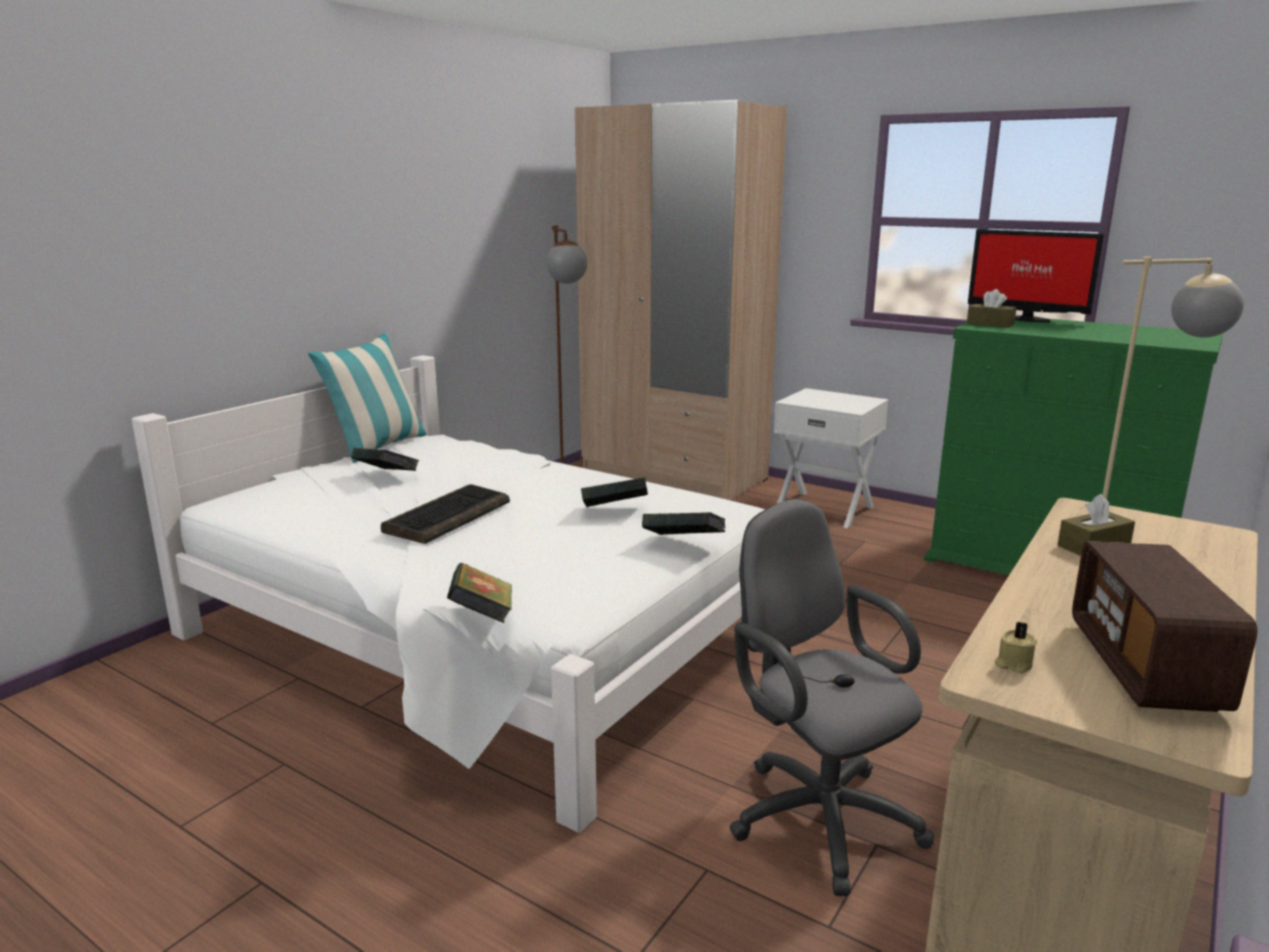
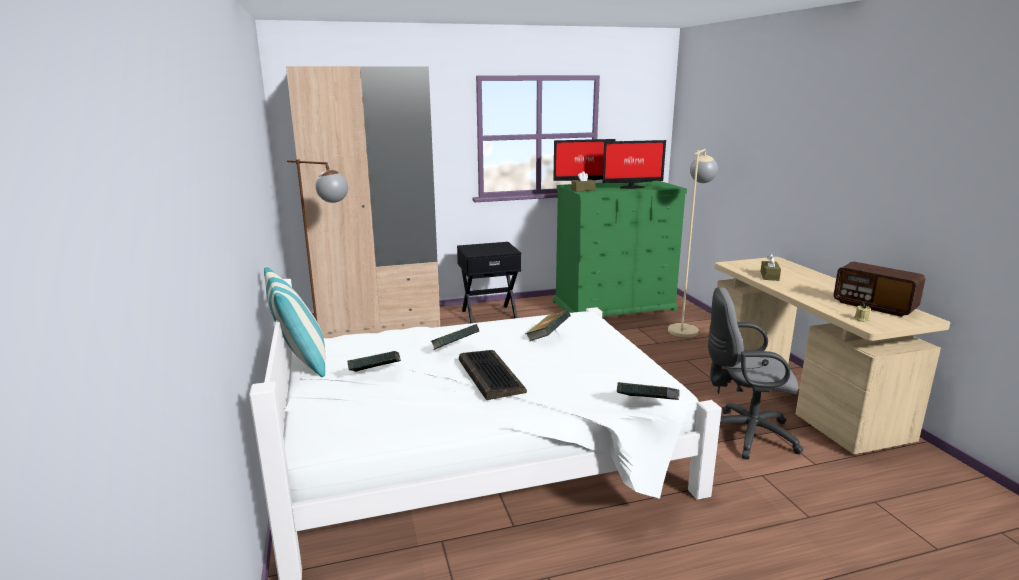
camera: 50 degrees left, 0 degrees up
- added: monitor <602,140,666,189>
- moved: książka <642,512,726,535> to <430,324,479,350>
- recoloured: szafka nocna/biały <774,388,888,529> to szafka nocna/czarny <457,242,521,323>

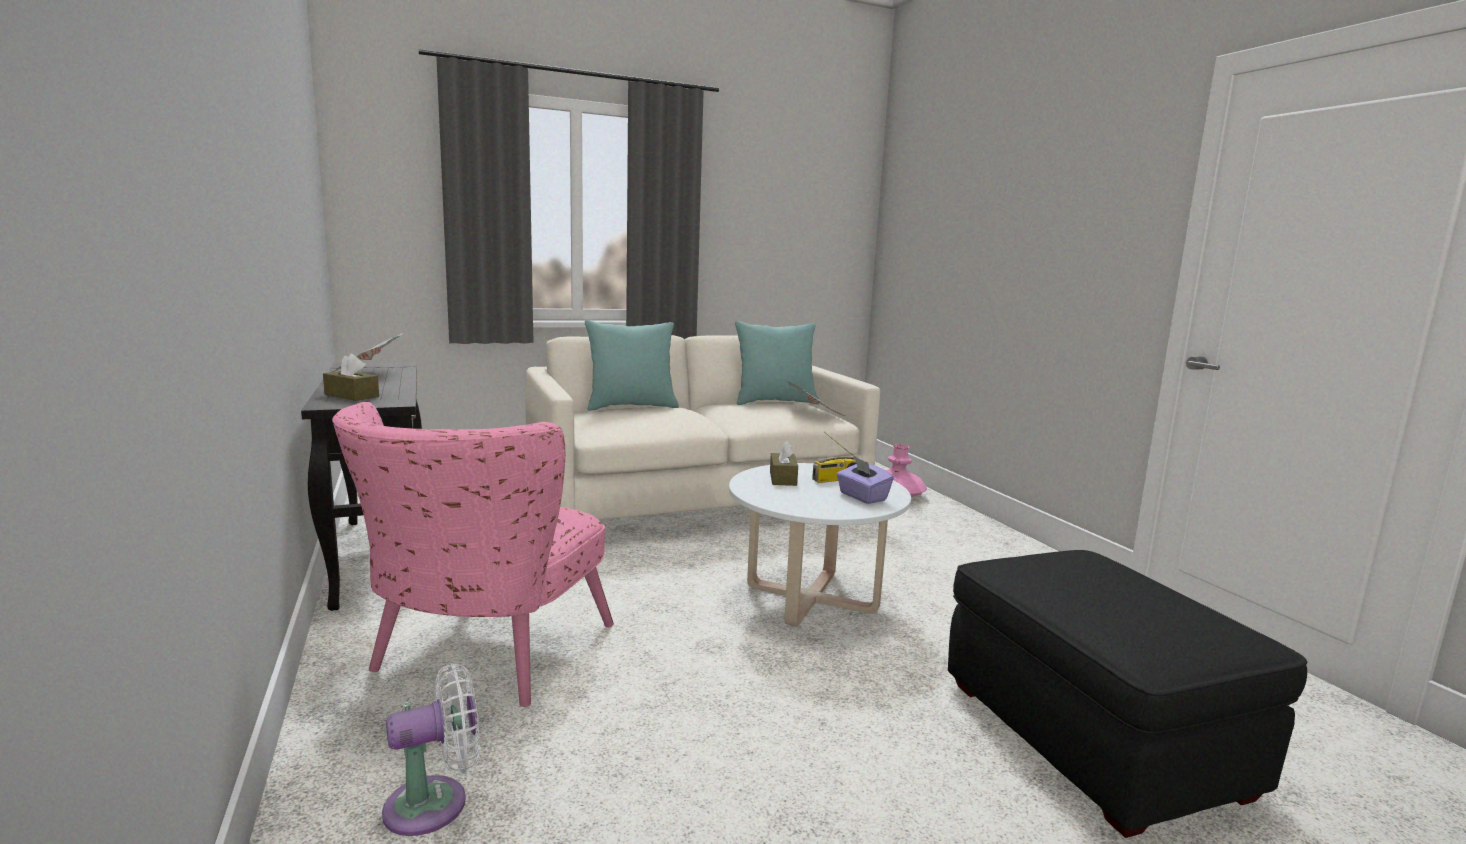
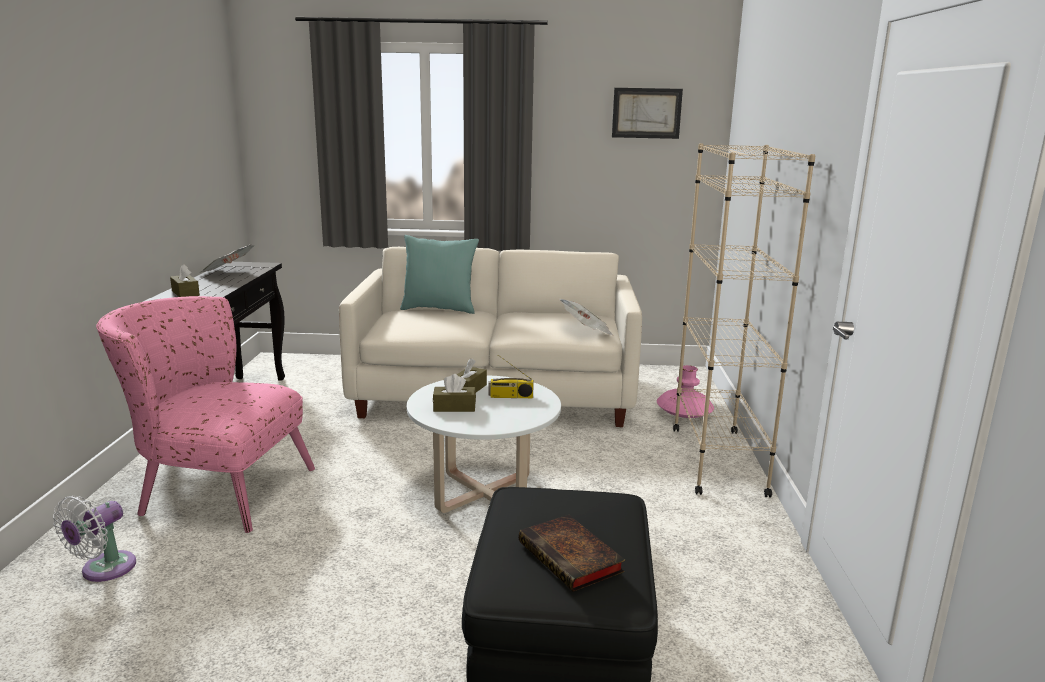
camera: 25 degrees right, 5 degrees up
- removed: poduszka/turkusowy <735,321,819,405>
- removed: pudełko chusteczek/fioletowy <836,457,894,504>
- added: pudełko chusteczek/brązowy <433,374,476,412>
- added: książka <519,515,625,592>
- added: obraz <612,88,683,139>
- added: regał/beżowy <673,143,816,497>
- turned: fotel/różowy <332,402,614,707> = <96,296,315,533> 60 degrees clockwise
- turned: wentylator/biały <382,663,480,836> = <53,496,136,582> 120 degrees clockwise

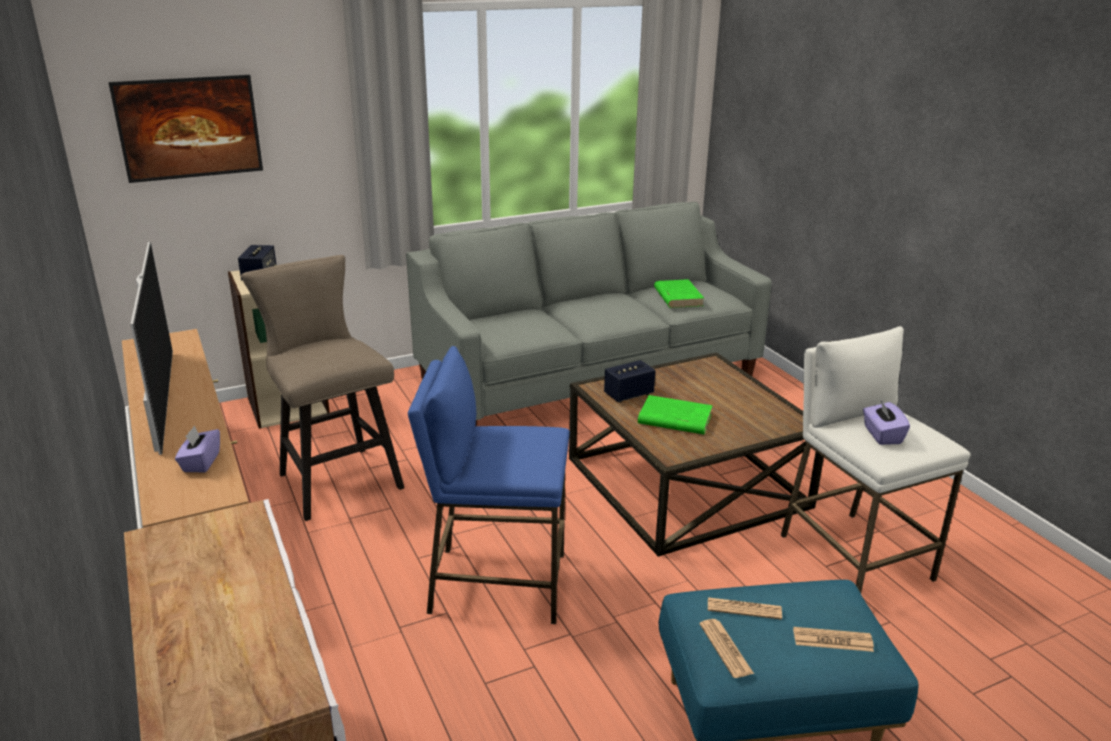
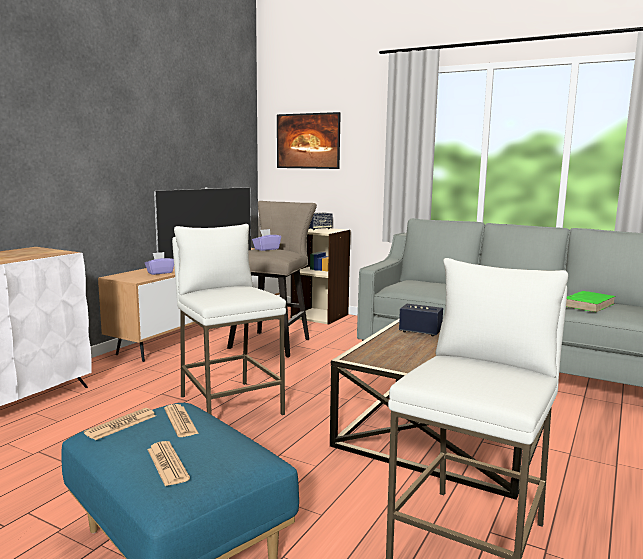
camera: 55 degrees right, 15 degrees down
- removed: książka/zielony <638,395,713,435>
- moved: pudełko chusteczek/fioletowy <863,401,910,445> to <252,229,281,251>
- recoloured: stołek/niebieski <408,346,570,624> to stołek/biały <172,224,286,415>

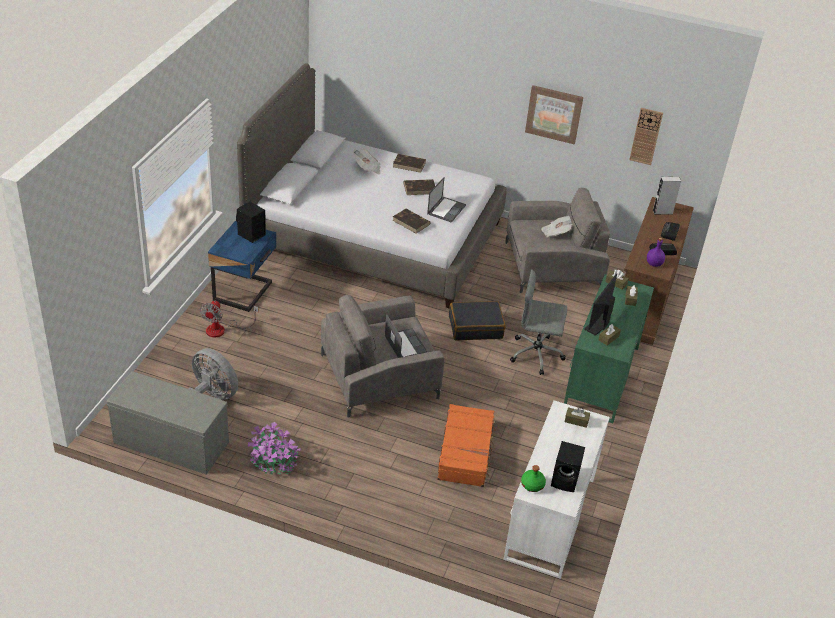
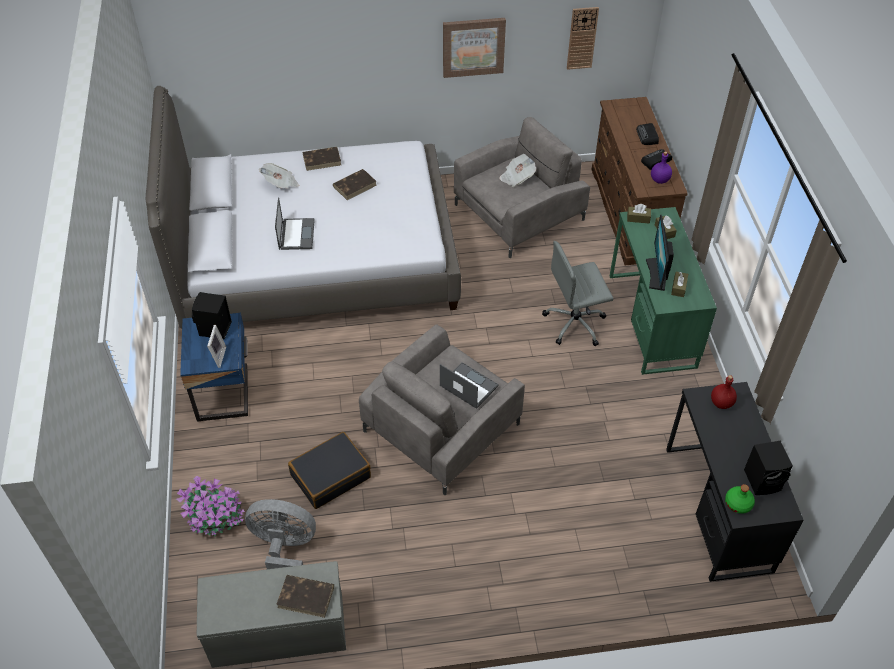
camera: 25 degrees left, 10 degrees up
- removed: wentylator <200,300,258,337>
- removed: walizka/pomarańczowy <437,404,496,487>
- removed: głośnik/szary <653,177,681,215>
- added: ramka na zdjęcie <207,325,226,368>
- moved: roślina doniczkowa <248,422,301,475> to <176,476,245,536>
- moved: książka/brązowy <392,209,430,234> to <276,575,334,618>
- moved: laptop <427,177,466,223> to <275,197,315,250>
- moved: walizka/czarny <449,301,506,340> to <288,432,371,509>
- replaced: pudełko chusteczek/brązowy <565,407,590,428> to butelka/czerwony <711,375,737,409>
- recoloured: biurko/biały <503,400,610,579> to biurko/czarny <666,382,803,582>

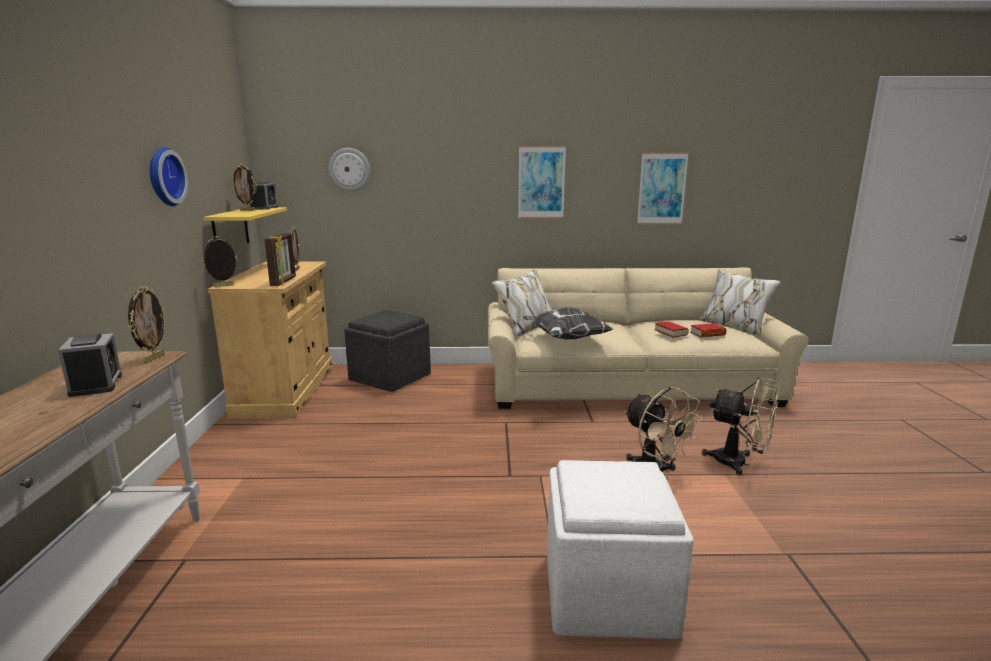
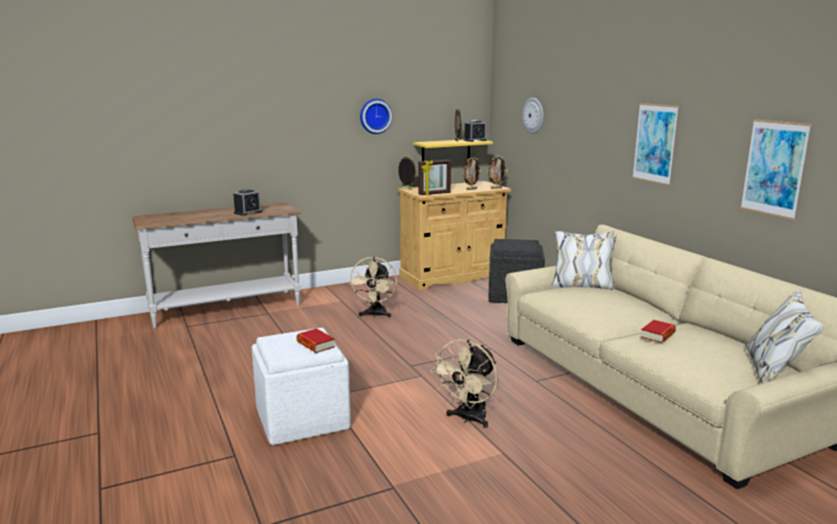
camera: 65 degrees right, 0 degrees up
- removed: poduszka <523,307,613,340>
- moved: ramka na zdjęcie <128,286,167,363> to <487,155,508,189>
- moved: książka <691,323,727,337> to <297,328,335,353>
- moved: wentylator/beżowy <702,377,779,476> to <349,257,397,318>

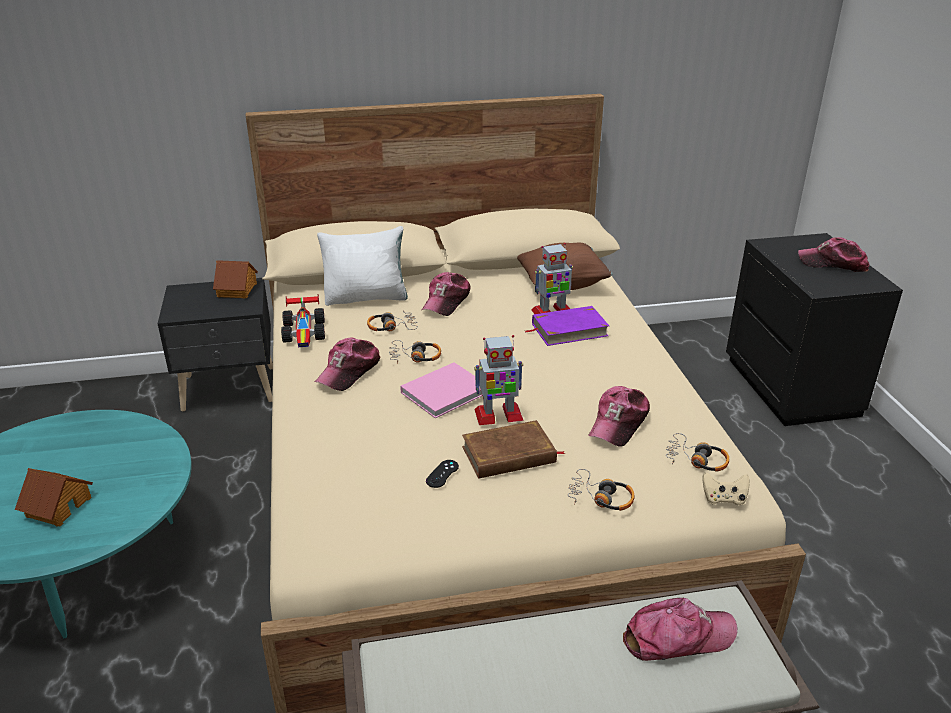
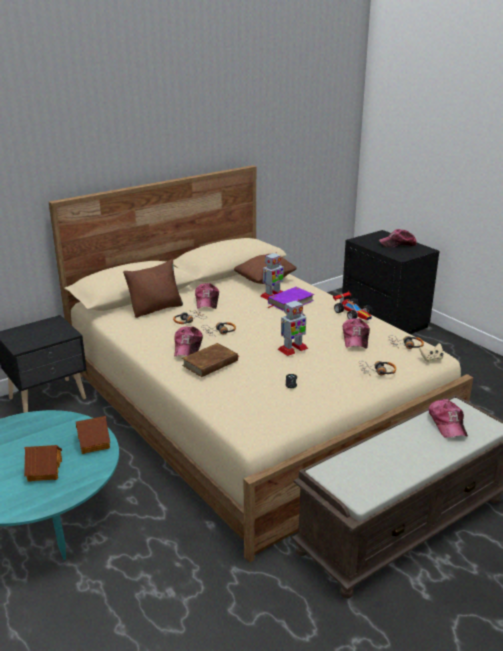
camera: 25 degrees left, 5 degrees down
- removed: książka/różowy <400,363,482,418>
- moved: domek <213,260,258,299> to <76,416,110,454>
- moved: samochodzik <281,294,325,347> to <333,291,372,320>
- moved: książka/brązowy <462,420,565,479> to <182,343,239,377>
- recoloured: poduszka/biały <317,226,408,306> to poduszka/brązowy <123,259,183,318>
- turned: czapka z daszkiem <623,598,738,661> = <429,399,468,438> 120 degrees clockwise

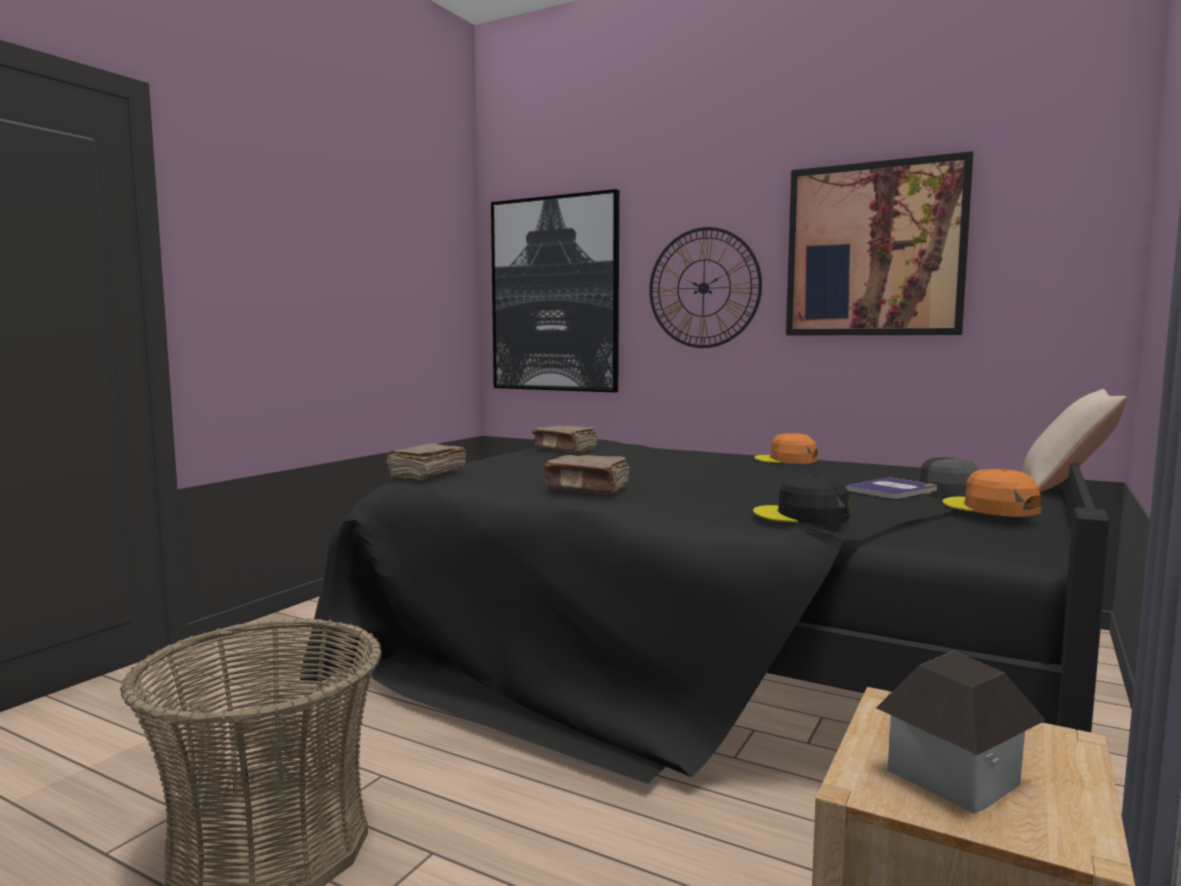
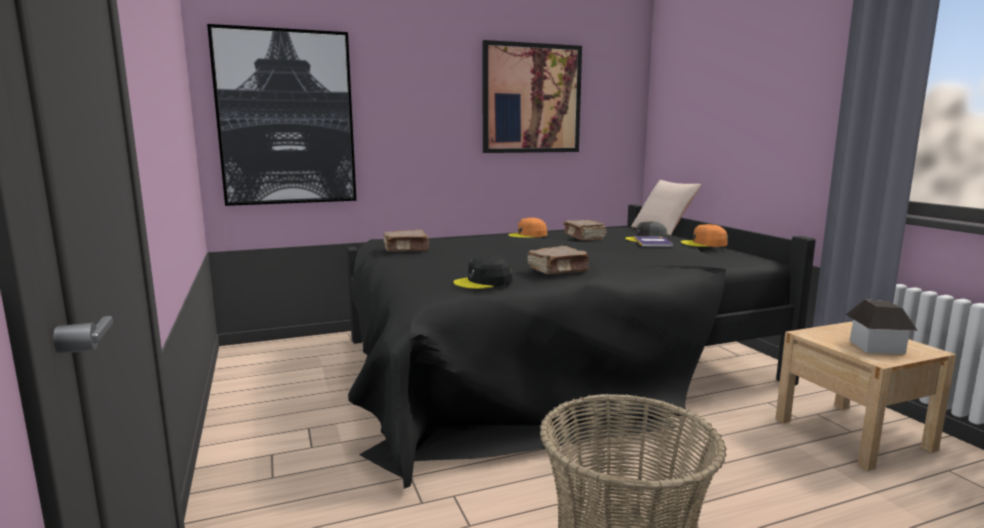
camera: 50 degrees left, 5 degrees up
- removed: zegar ścienny <649,227,762,348>
- moved: książka/brązowy <386,443,466,480> to <563,220,607,241>
- moved: czapka z daszkiem/czarny <753,474,850,524> to <453,255,513,289>

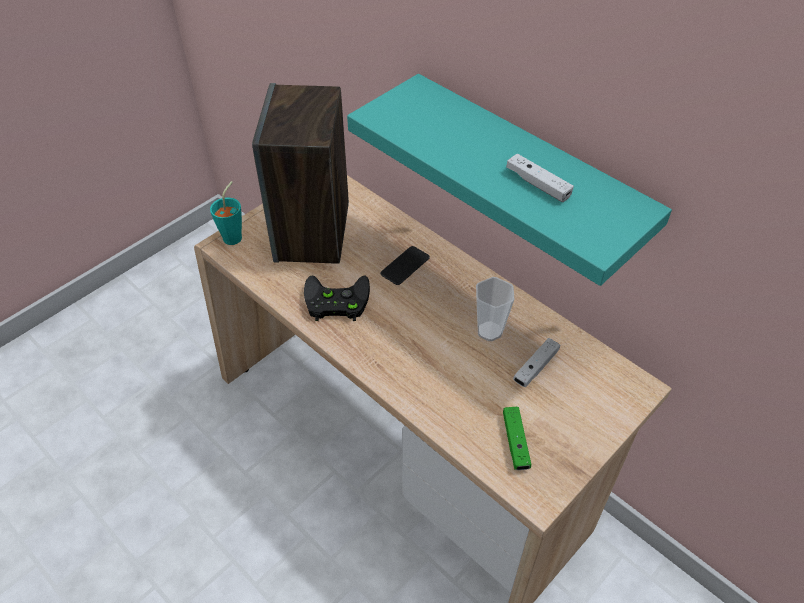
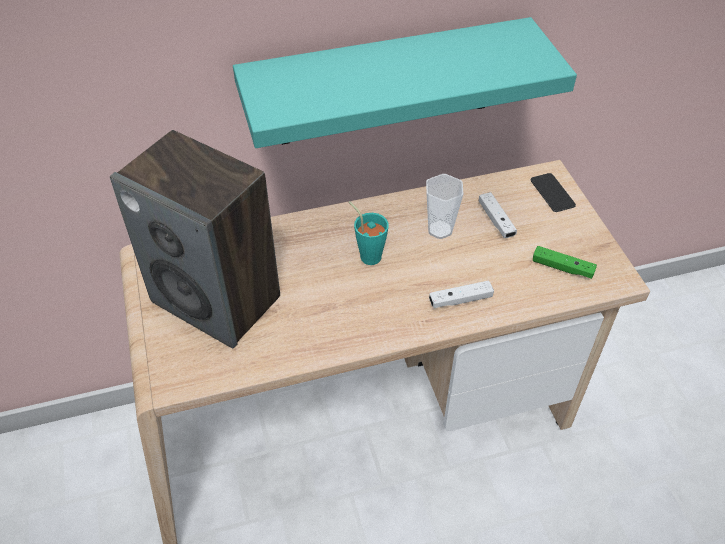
camera: 60 degrees left, 0 degrees up
- removed: pad do gier/czarny <304,276,370,321>
- moved: filiżanka/turkusowy <210,181,242,245> to <349,201,389,265>
- moved: telefon <380,246,430,285> to <530,173,576,212>
- moved: pad do gier/biały <506,154,574,202> to <429,280,494,308>

